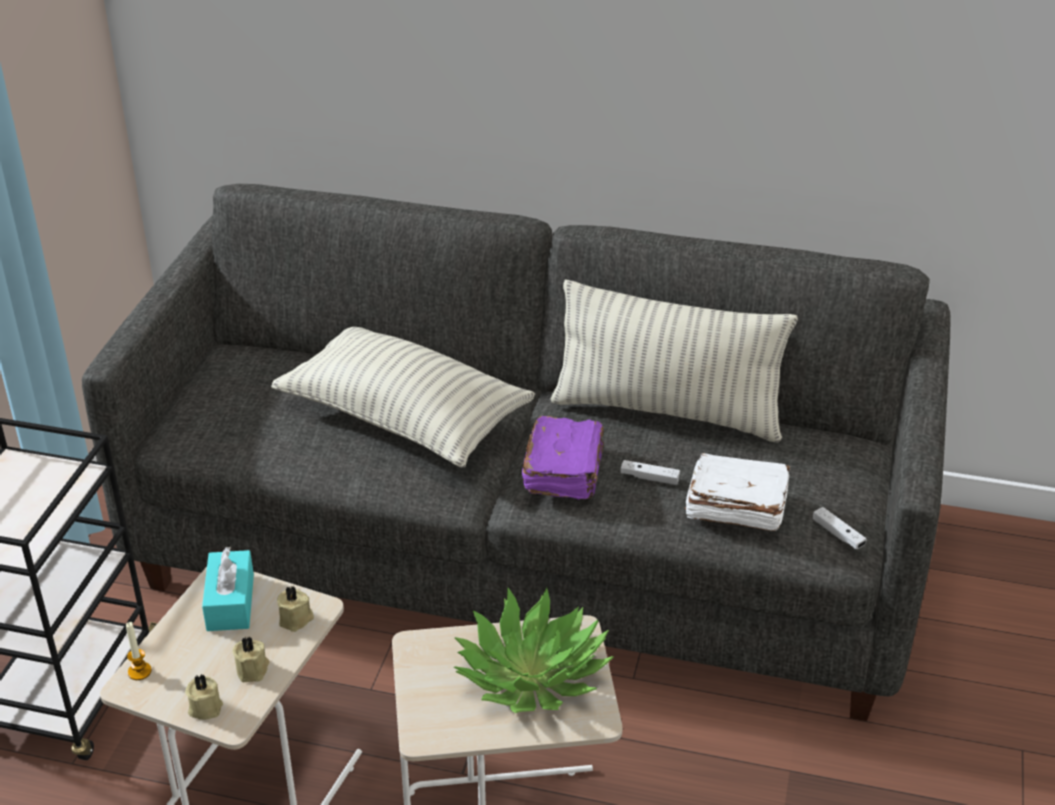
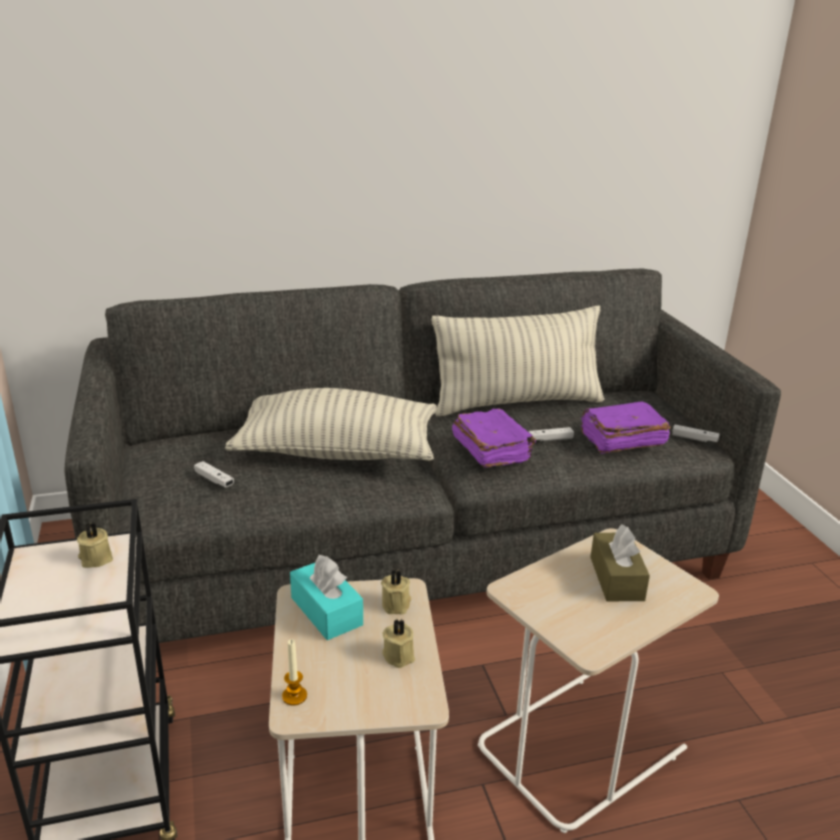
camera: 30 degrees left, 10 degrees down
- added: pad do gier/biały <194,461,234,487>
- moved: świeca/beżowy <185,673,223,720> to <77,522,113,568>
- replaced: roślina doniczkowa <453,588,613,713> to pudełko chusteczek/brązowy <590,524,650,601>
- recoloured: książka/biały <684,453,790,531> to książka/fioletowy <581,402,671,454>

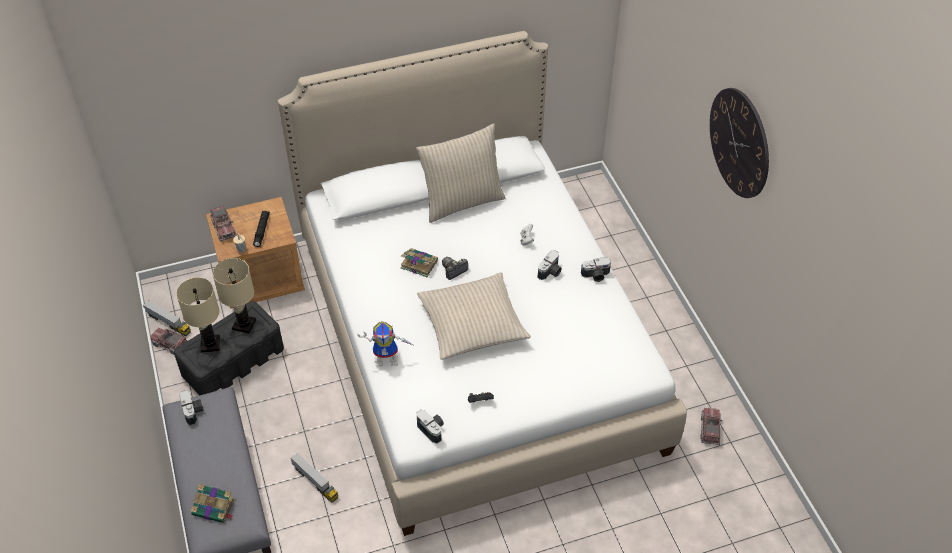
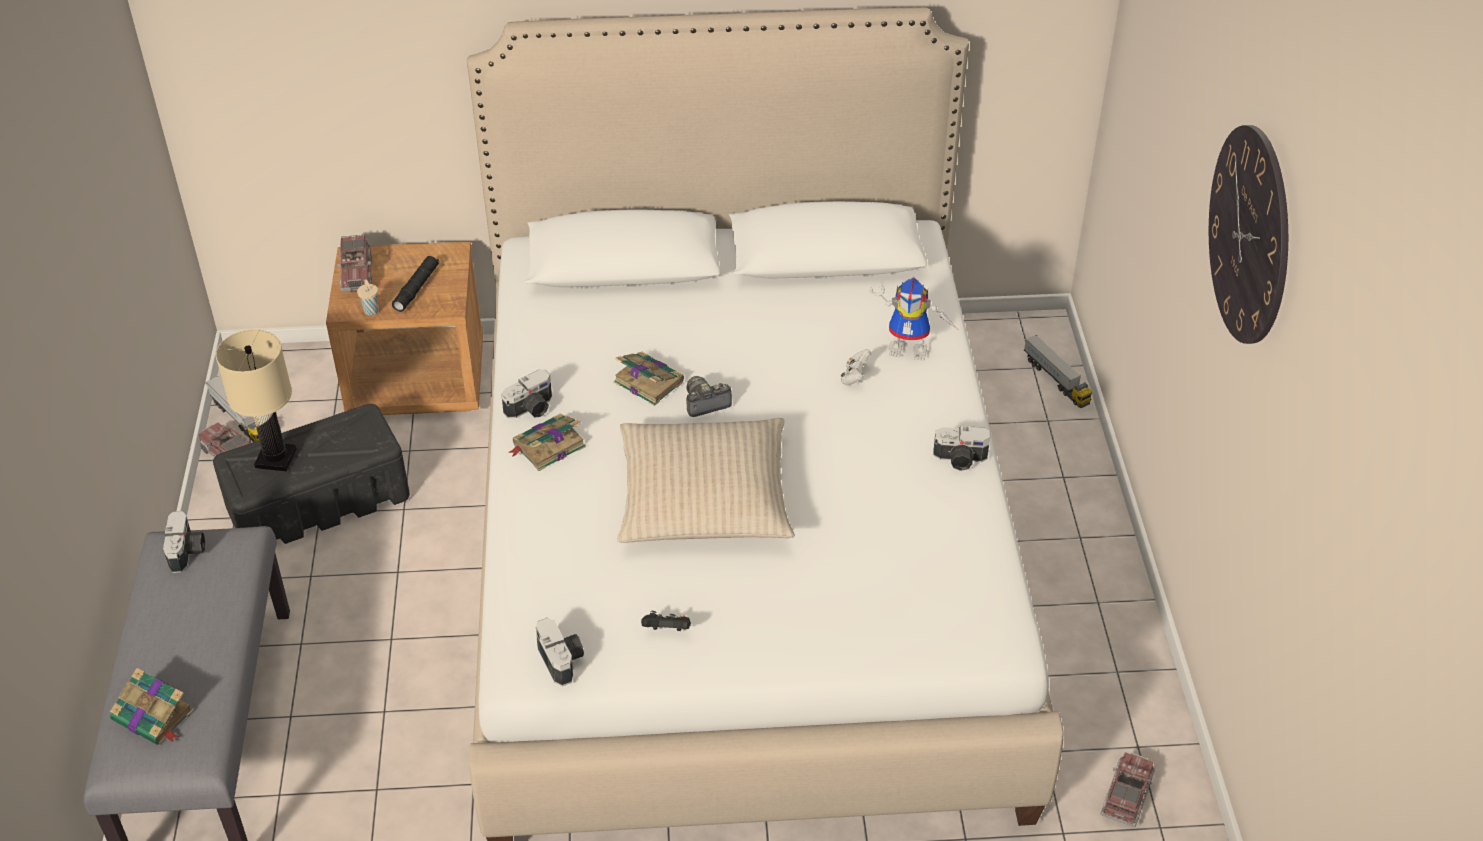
camera: 15 degrees right, 5 degrees down
- removed: lampa stołowa/beżowy <213,258,256,333>
- removed: poduszka/beżowy <416,124,506,223>
- added: książka <508,414,586,471>
- moved: ciężarówka zabawkowa <290,452,338,503> to <1024,334,1092,408>
- moved: robot zabawkowy <357,321,415,366> to <869,277,958,361>
- moved: aparat fotograficzny <538,250,562,280> to <501,370,552,418>

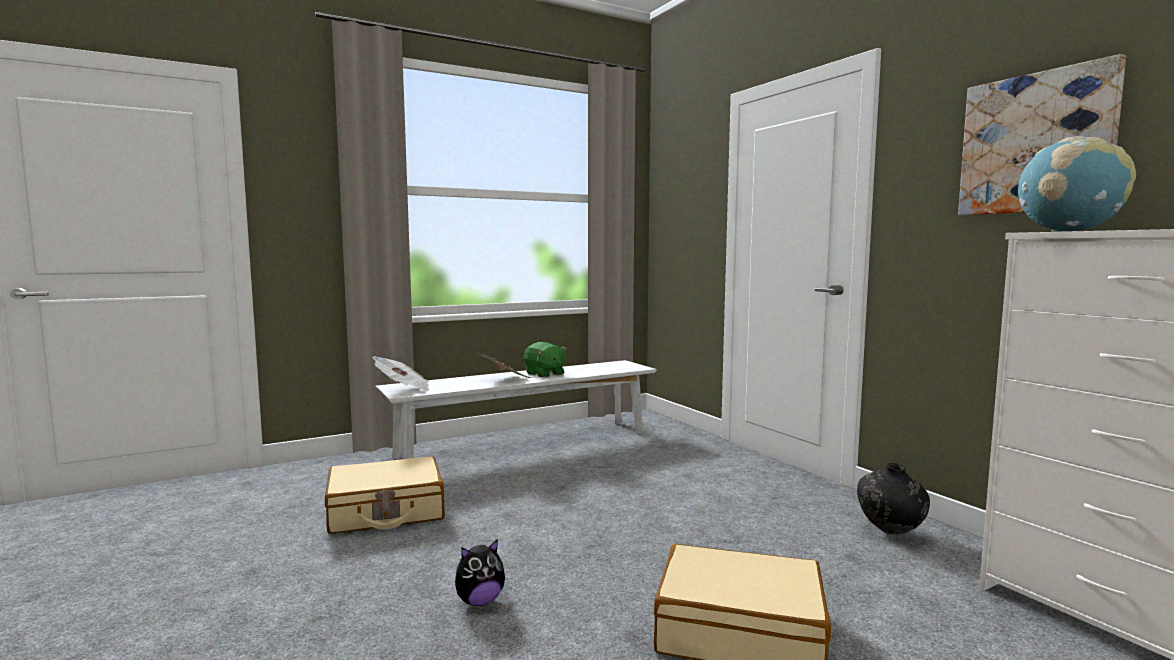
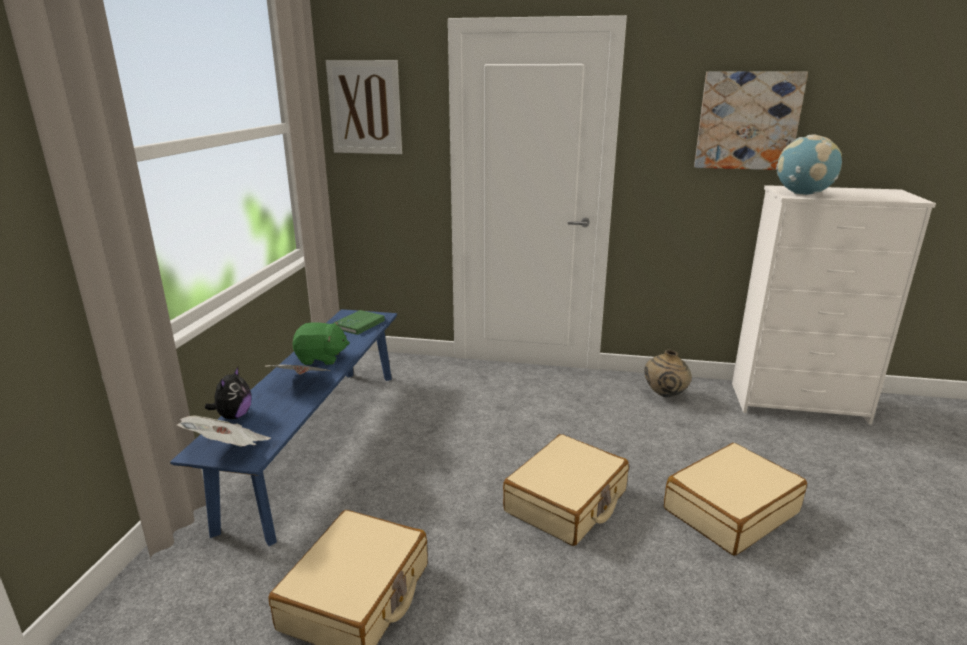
camera: 50 degrees left, 15 degrees up
- added: obraz <326,60,402,154>
- added: książka/zielony <332,310,385,335>
- added: walizka/beżowy <503,434,629,546>
- moved: pluszak <455,539,505,606> to <205,367,252,419>
- recoloured: ławka/biały <376,360,657,460> to ławka/niebieski <170,309,397,546>
- recoloured: wazon/czarny <857,463,930,534> to wazon/beżowy <644,350,692,397>

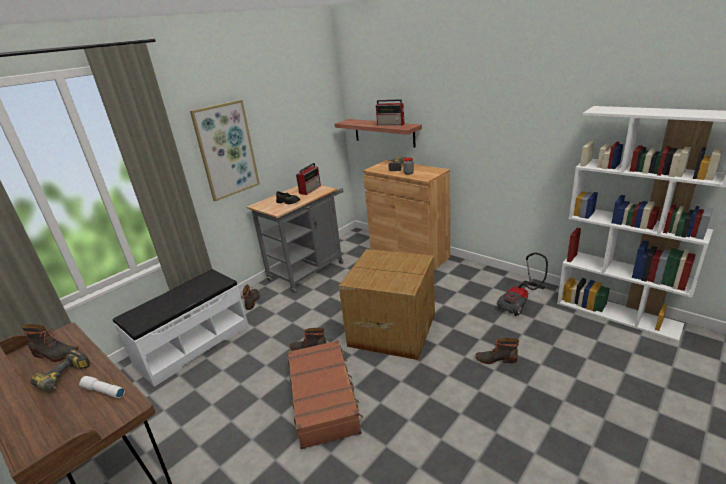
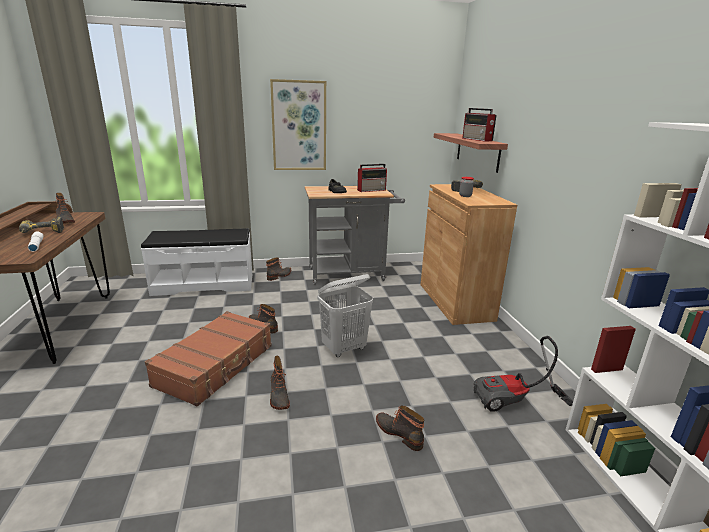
camera: 35 degrees right, 5 degrees down
- added: but z cholewką <270,356,290,410>
- replaced: karton <339,249,435,360> to kosz na pranie/biały <317,274,373,357>

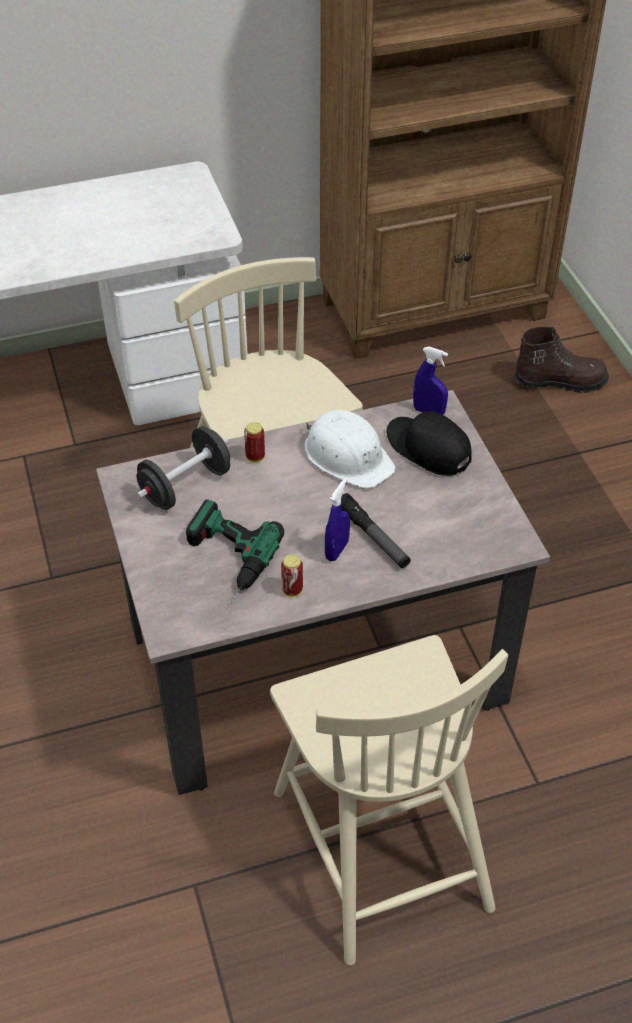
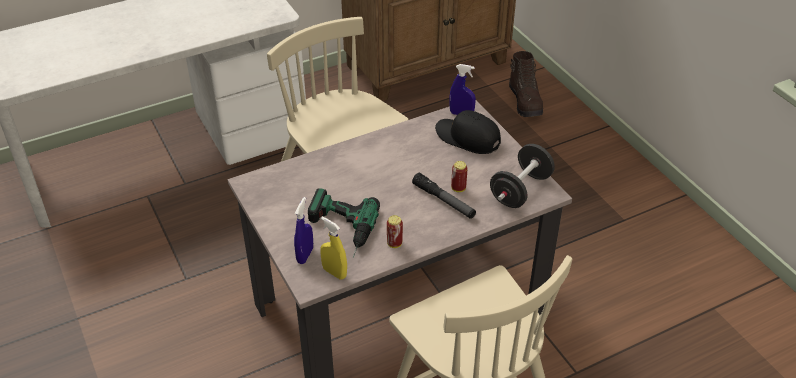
camera: 10 degrees left, 5 degrees down
- removed: kask/biały <304,410,396,489>
- added: spryskiwacz/żółty <320,216,347,280>
- moved: hantel/czarny <137,426,230,510> to <490,144,555,208>
- moved: puszka <244,422,265,462> to <451,161,468,192>
- moved: spryskiwacz/niebieski <325,478,350,561> to <294,197,313,264>
- turned: but z cholewką/brązowy <515,327,609,393> = <509,51,543,117> 90 degrees clockwise

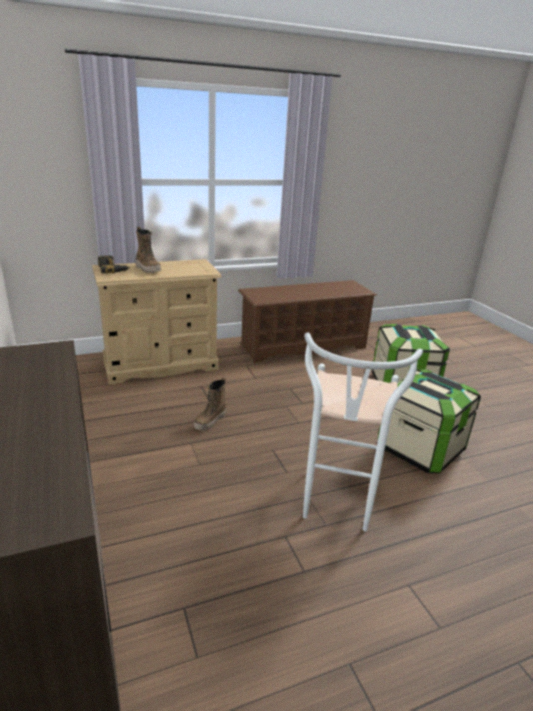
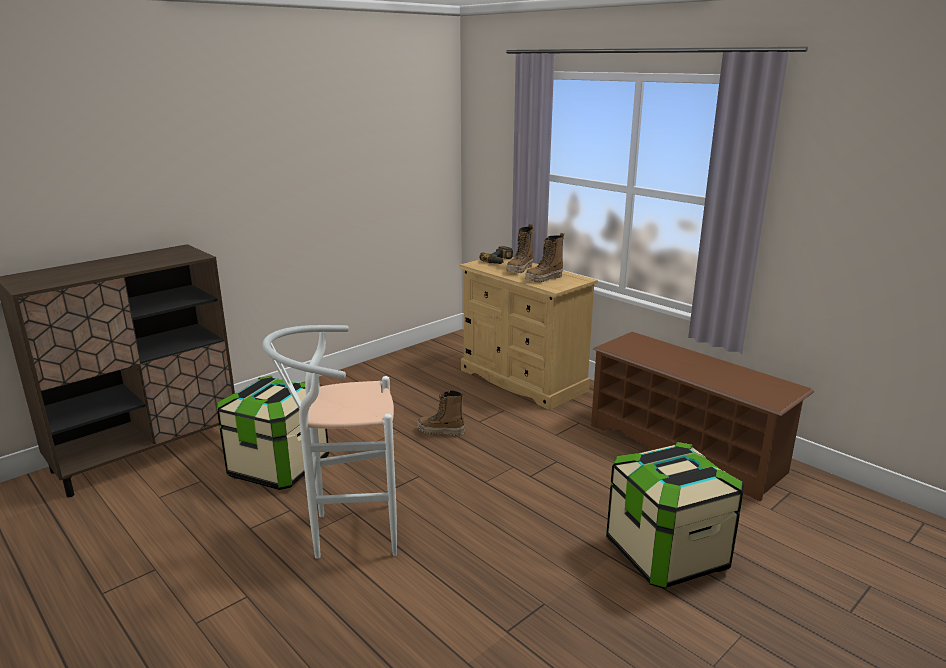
camera: 70 degrees right, 5 degrees down
- added: but z cholewką <525,233,564,283>
- moved: pojemnik do przechowywania <377,369,481,473> to <216,376,329,490>

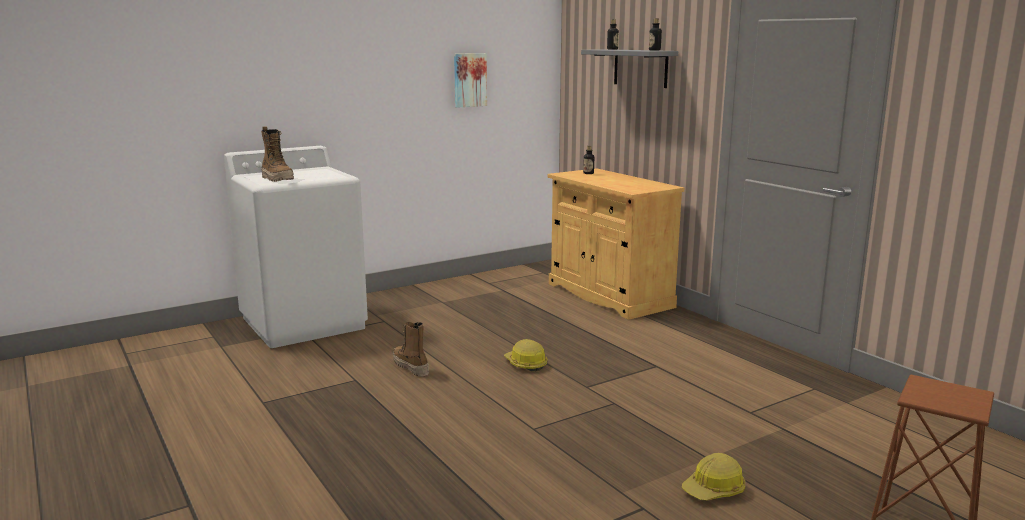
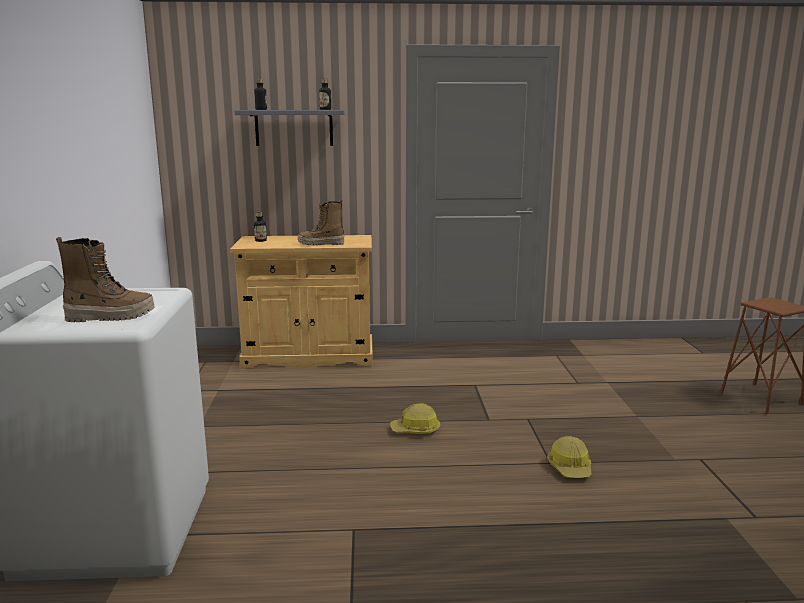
camera: 60 degrees left, 0 degrees up
- removed: obraz <454,53,487,108>
- moved: but z cholewką <393,322,429,377> to <298,199,344,246>
- moved: kask <682,453,745,501> to <547,436,592,478>

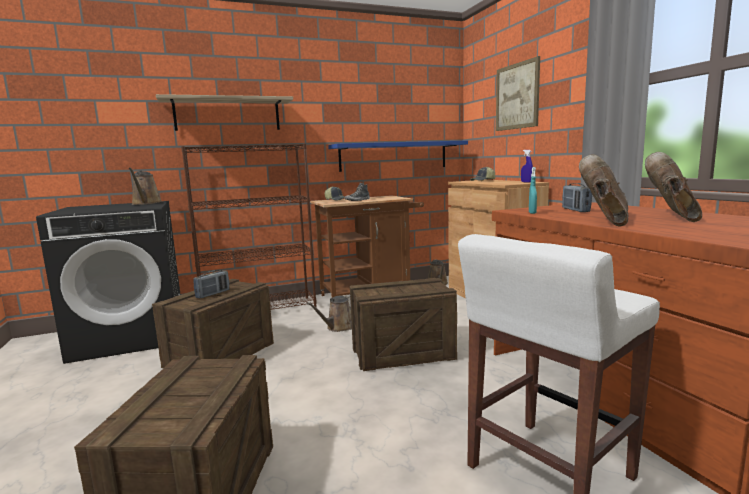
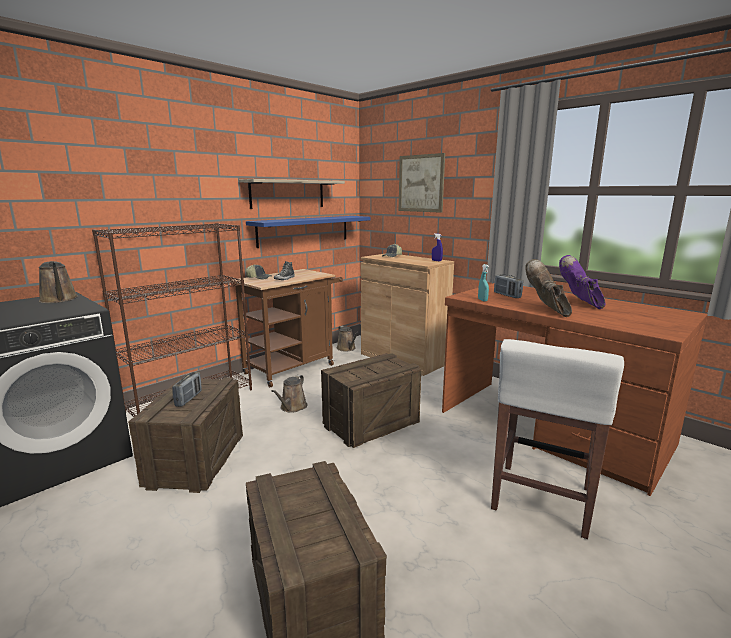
camera: 25 degrees left, 5 degrees up
- moved: półka <156,94,293,131> to <239,179,345,209>
- recoloured: but z cholewką/brązowy <645,152,702,222> to but z cholewką/fioletowy <559,255,605,309>

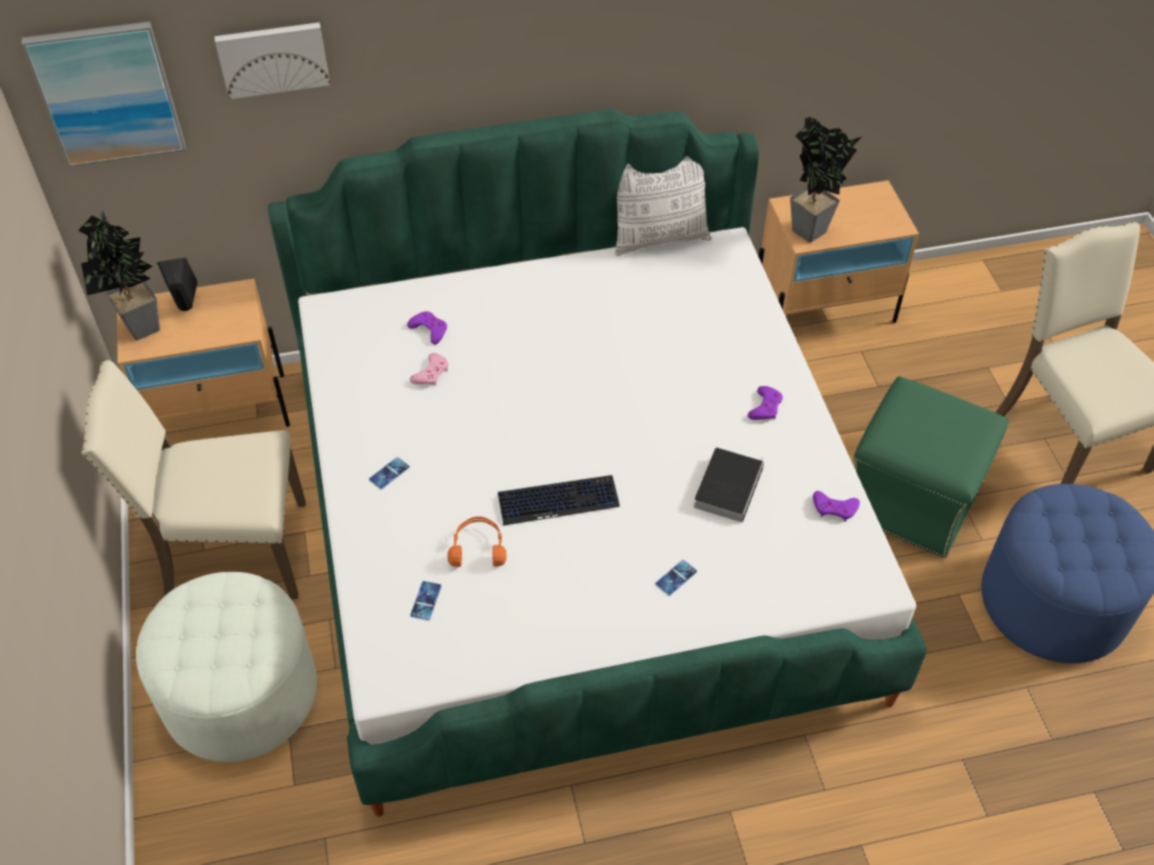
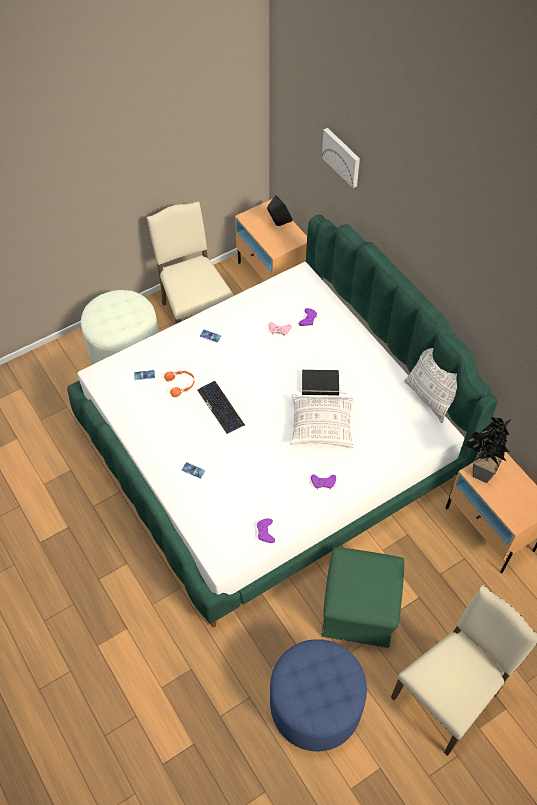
camera: 70 degrees right, 5 degrees up
- removed: obraz <21,21,186,167>
- removed: roślina doniczkowa <78,211,160,340>
- added: poduszka <290,394,354,448>
- moved: książka <694,448,764,523> to <302,369,343,396>

